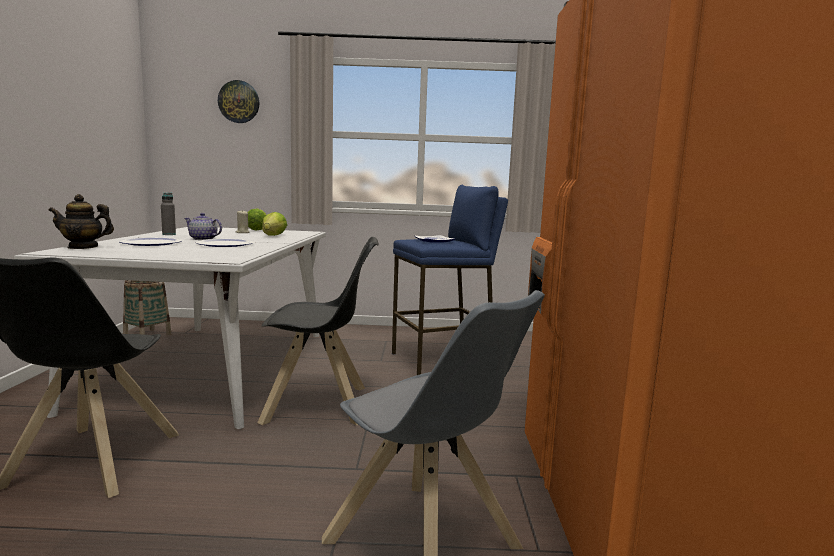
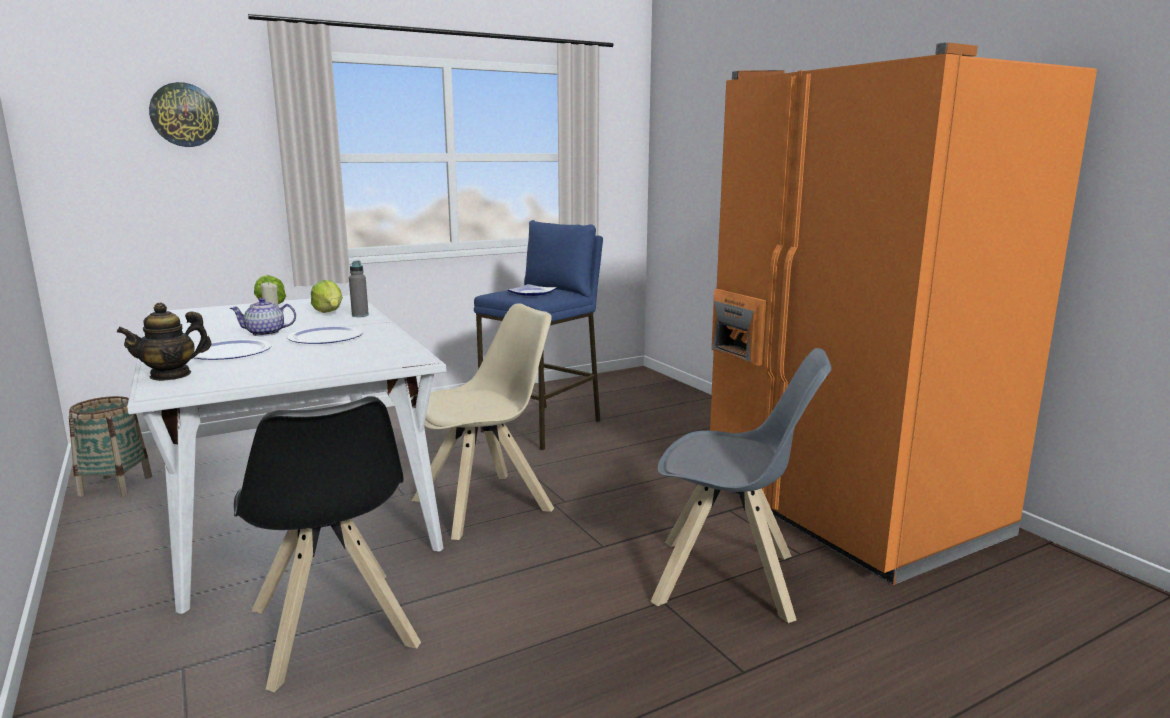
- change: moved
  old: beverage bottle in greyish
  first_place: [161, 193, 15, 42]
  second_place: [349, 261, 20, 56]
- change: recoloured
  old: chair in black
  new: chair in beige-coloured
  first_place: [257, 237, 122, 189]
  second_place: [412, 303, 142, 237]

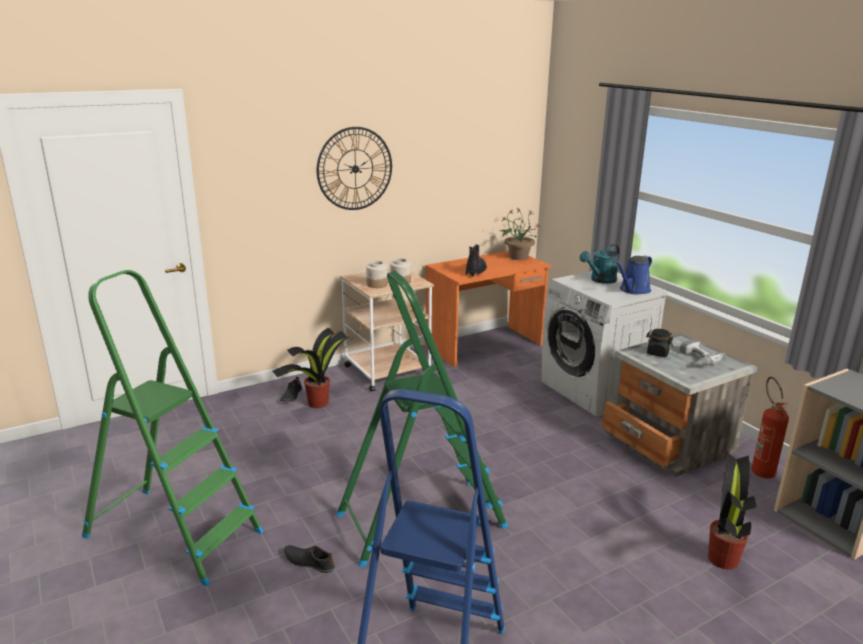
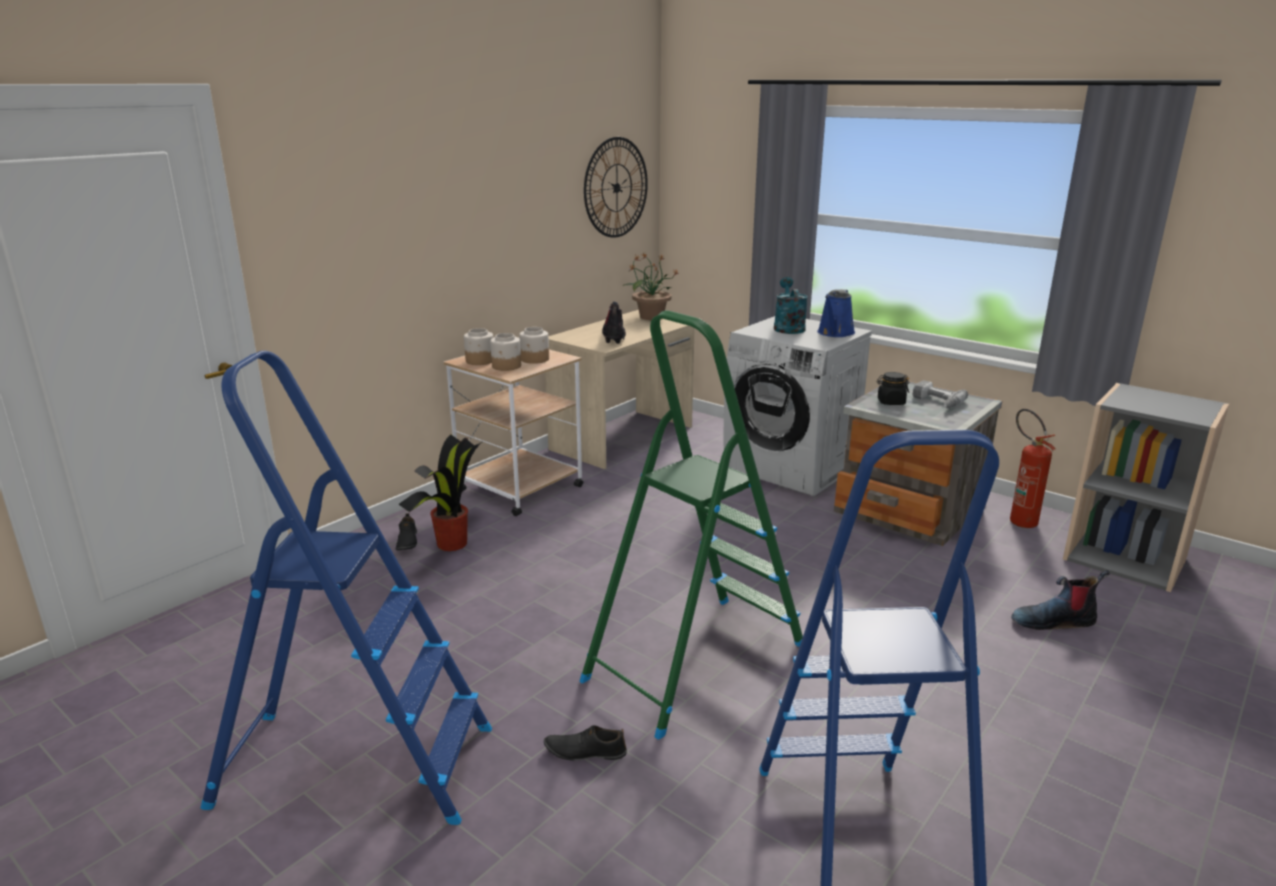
- change: added
  new: jar
  second_place: [464, 328, 29, 37]
- change: moved
  old: hanging clock
  first_place: [317, 127, 75, 83]
  second_place: [584, 137, 64, 101]
- change: replaced
  old: potted plant
  new: boot
  first_place: [708, 452, 48, 118]
  second_place: [1011, 570, 99, 60]
- change: recoloured
  old: stepladder in green
  new: stepladder in blue
  first_place: [82, 270, 181, 316]
  second_place: [201, 351, 291, 474]
- change: recoloured
  old: desk unit in orange
  new: desk unit in beige-coloured
  first_place: [425, 251, 126, 117]
  second_place: [545, 310, 150, 159]
- change: turned
  old: watering pot in blue-green
  first_place: [580, 244, 40, 40]
  second_place: [774, 277, 34, 57]
  degrees: 150

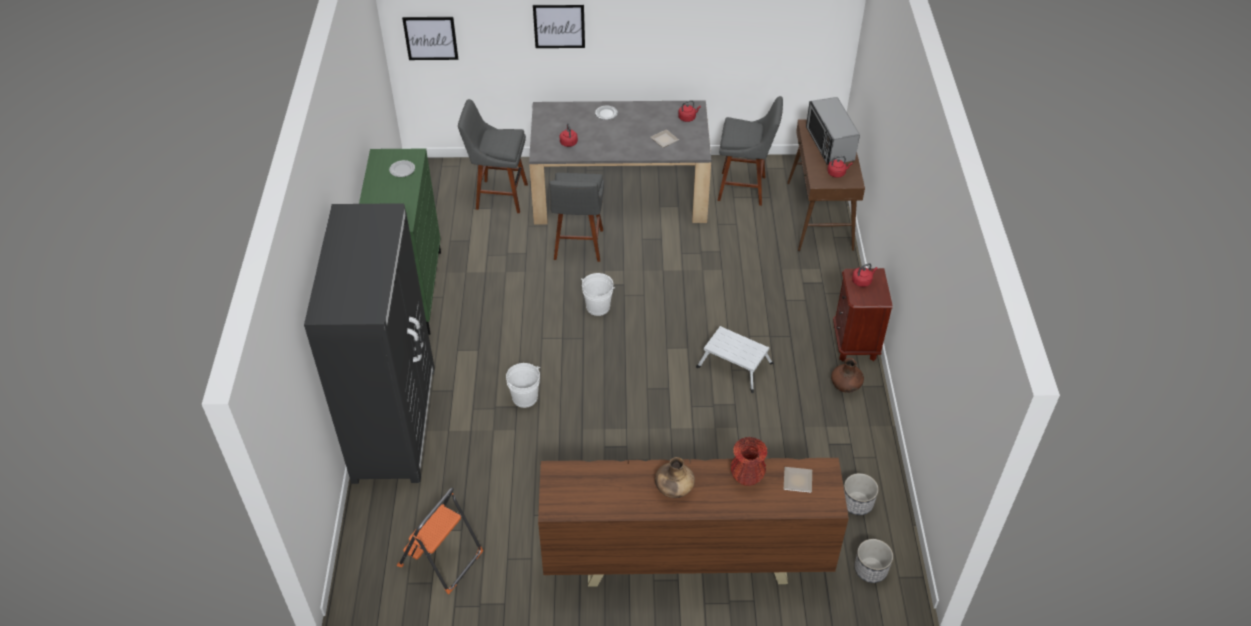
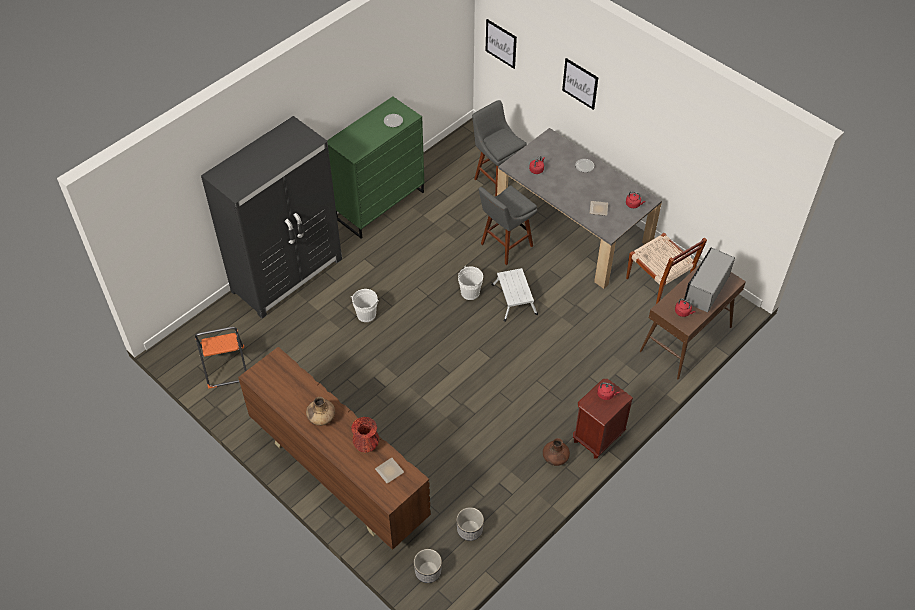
- change: moved
  old: stepladder in whitish
  first_place: [696, 326, 78, 67]
  second_place: [491, 268, 47, 54]
- change: replaced
  old: stool in greyish
  new: chair
  first_place: [718, 96, 65, 110]
  second_place: [626, 233, 81, 71]

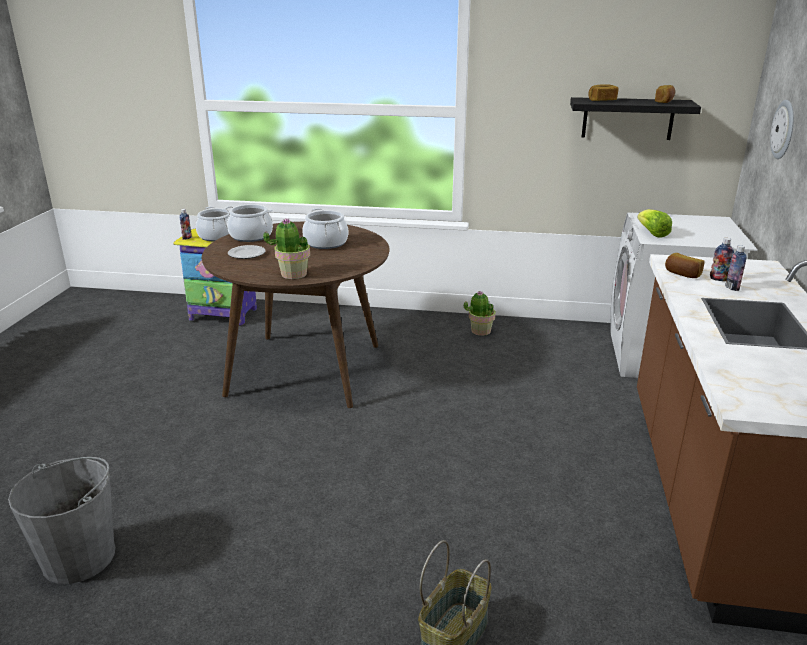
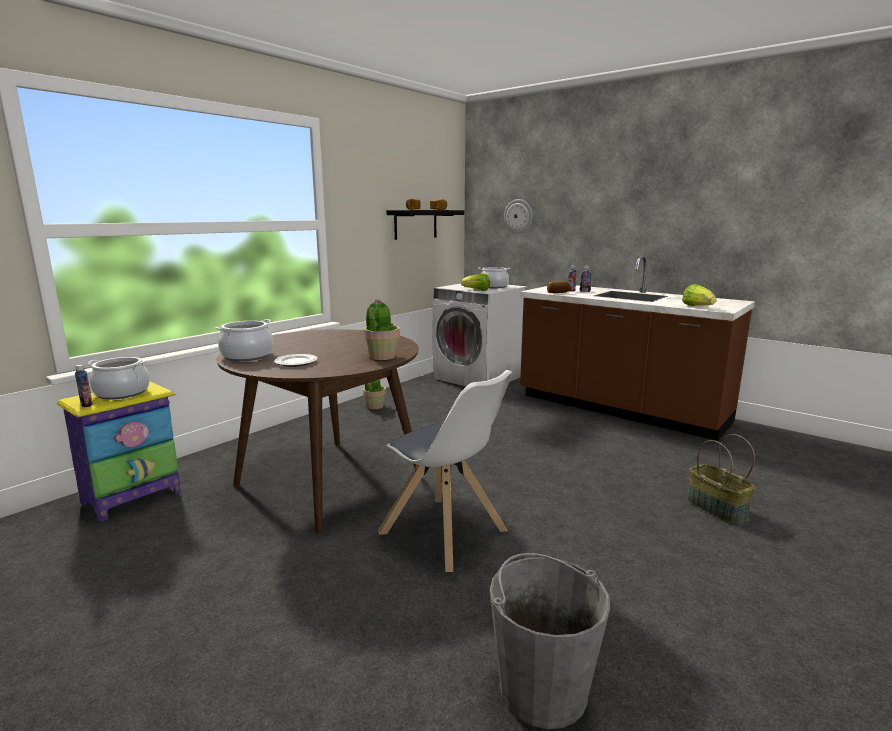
- change: added
  new: chair
  second_place: [378, 370, 134, 202]
- change: added
  new: lettuce head
  second_place: [682, 284, 34, 22]
- change: moved
  old: saucepot
  first_place: [302, 208, 46, 41]
  second_place: [478, 267, 33, 22]

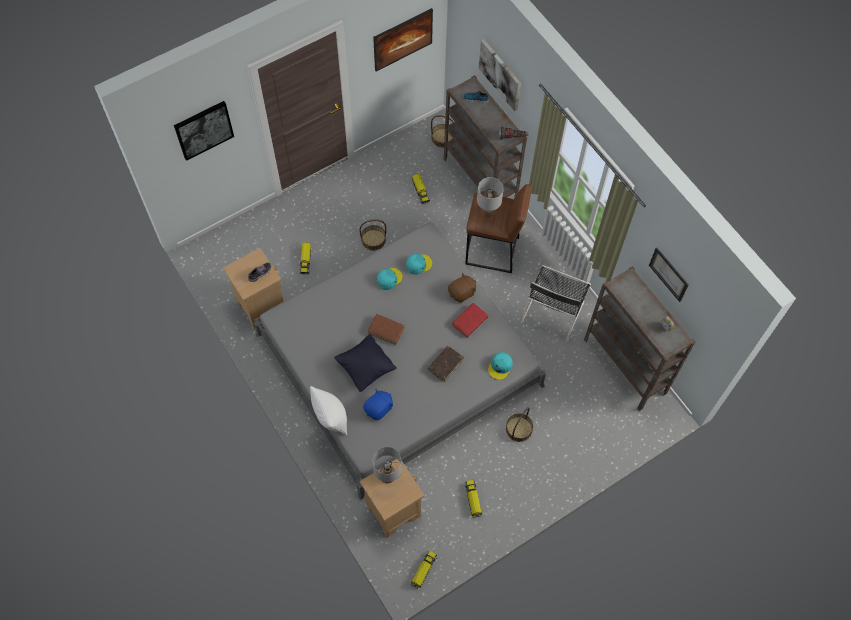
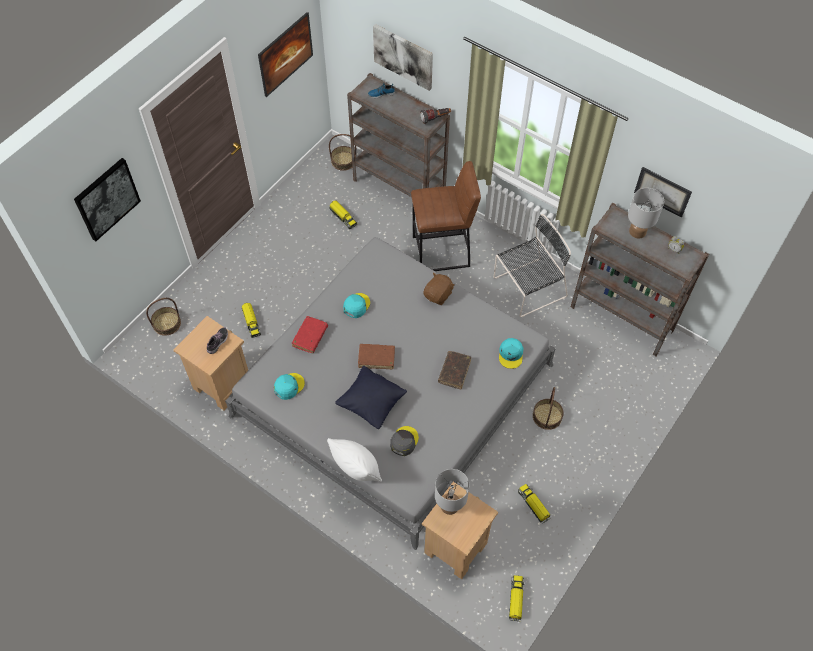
- change: moved
  old: basket
  first_place: [359, 220, 27, 31]
  second_place: [146, 298, 35, 38]
- change: moved
  old: cap in blue-green
  first_place: [406, 254, 26, 21]
  second_place: [274, 373, 31, 27]
- change: moved
  old: bound book in reddish
  first_place: [452, 303, 36, 34]
  second_place: [292, 316, 36, 38]
- change: moved
  old: tabletop lamp in greyish
  first_place: [477, 177, 27, 40]
  second_place: [628, 188, 36, 51]
- change: replaced
  old: plush toy in blue
  new: cap in greyish
  first_place: [363, 389, 30, 31]
  second_place: [390, 426, 29, 30]
- change: turned
  old: chair in black
  first_place: [521, 265, 70, 77]
  second_place: [494, 214, 77, 103]
  degrees: -120

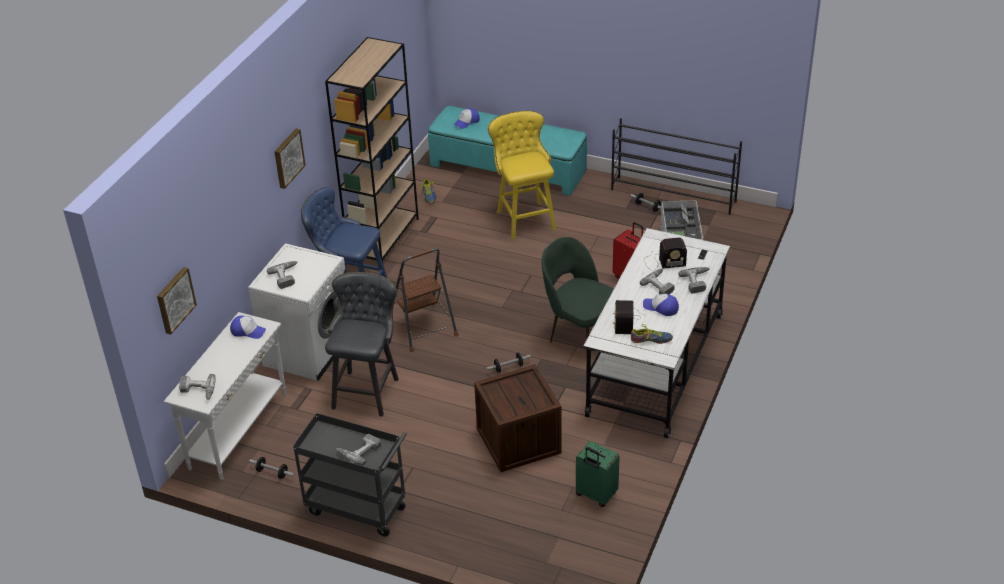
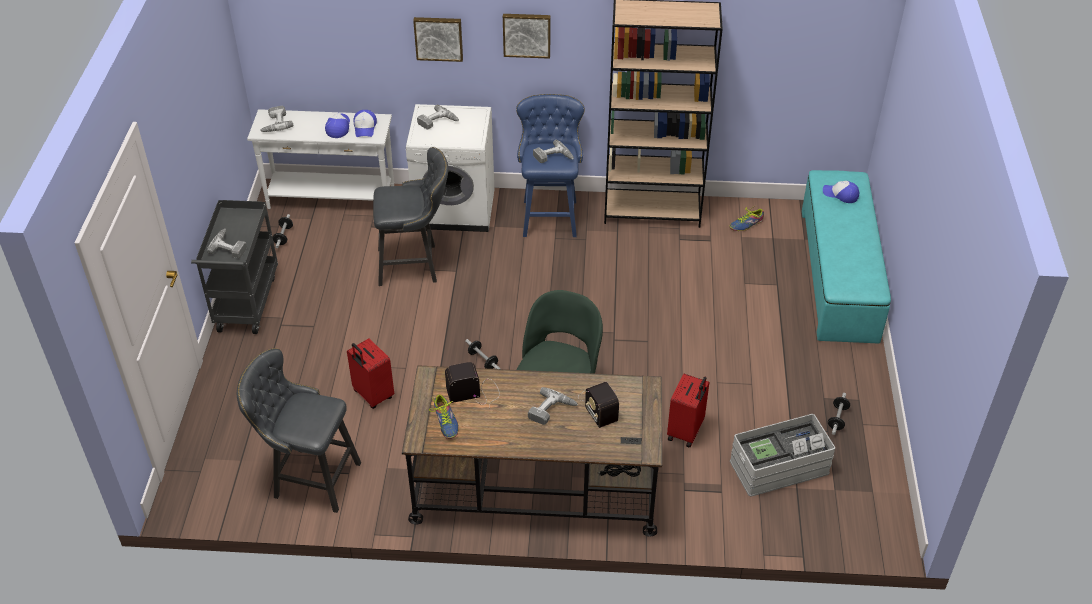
- change: removed
  old: stepladder in brown-coloured
  first_place: [393, 248, 66, 104]
- change: removed
  old: stool in yellow-coloured
  first_place: [488, 111, 68, 128]
- change: removed
  old: shoe rack in black
  first_place: [611, 118, 131, 97]
- change: moved
  old: wall picture
  first_place: [157, 267, 40, 68]
  second_place: [413, 17, 50, 45]
- change: moved
  old: cap
  first_place: [643, 294, 36, 22]
  second_place: [325, 113, 25, 25]
- change: moved
  old: electric drill
  first_place: [678, 267, 32, 26]
  second_place: [533, 140, 41, 23]
- change: replaced
  old: crate
  new: travel case in reddish
  first_place: [474, 364, 88, 108]
  second_place: [347, 338, 47, 71]
- change: replaced
  old: travel case in green
  new: stool in greyish
  first_place: [576, 441, 44, 66]
  second_place: [237, 348, 124, 165]
- change: recoloured
  old: desk unit in whitish
  new: desk unit in brown-coloured
  first_place: [583, 228, 147, 210]
  second_place: [402, 365, 260, 172]

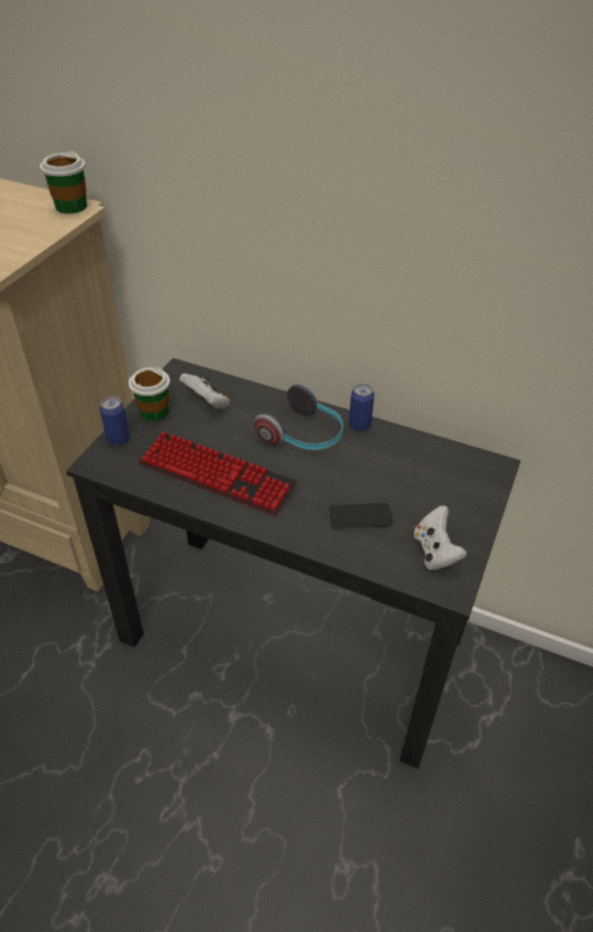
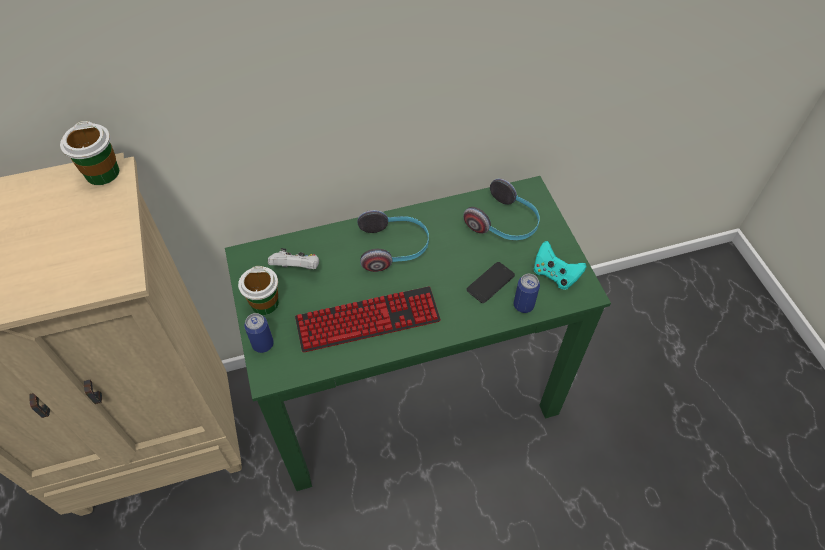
- change: added
  new: headphones
  second_place: [463, 178, 77, 62]
- change: moved
  old: can
  first_place: [349, 383, 25, 49]
  second_place: [514, 274, 26, 39]
- change: recoloured
  old: desk unit in black
  new: desk unit in green
  first_place: [66, 358, 455, 411]
  second_place: [225, 176, 386, 315]
- change: recoloured
  old: joypad in whitish
  new: joypad in blue-green
  first_place: [414, 506, 53, 64]
  second_place: [534, 241, 52, 49]

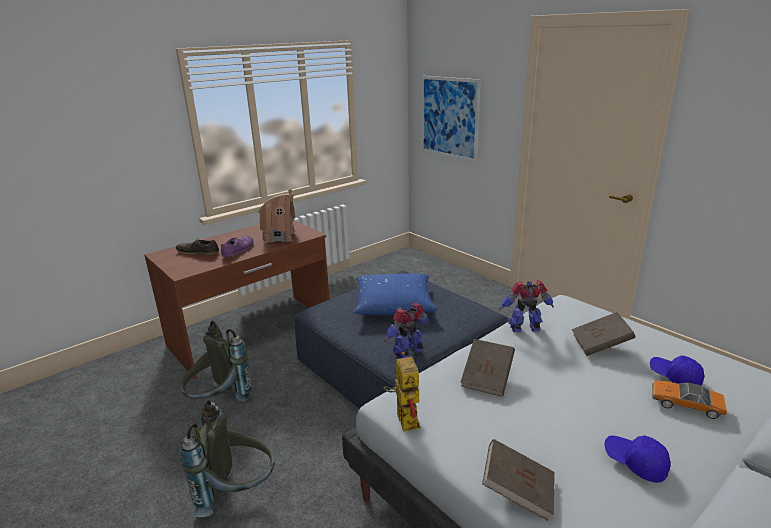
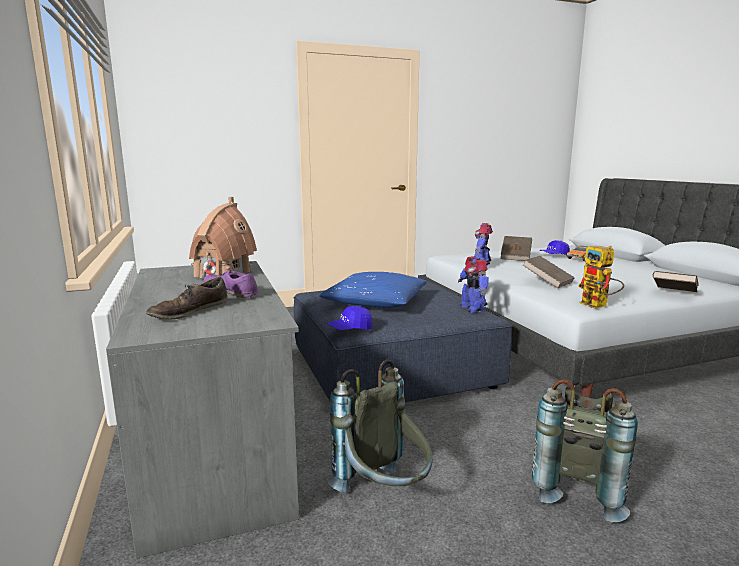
- change: removed
  old: wall picture
  first_place: [421, 76, 60, 86]
- change: moved
  old: cap in blue
  first_place: [605, 435, 66, 48]
  second_place: [327, 306, 46, 24]
- change: recoloured
  old: desk unit in brown-coloured
  new: desk unit in greyish
  first_place: [144, 220, 186, 159]
  second_place: [106, 261, 193, 298]
- change: turned
  old: model robot
  first_place: [383, 352, 37, 80]
  second_place: [578, 246, 46, 63]
  degrees: -120

